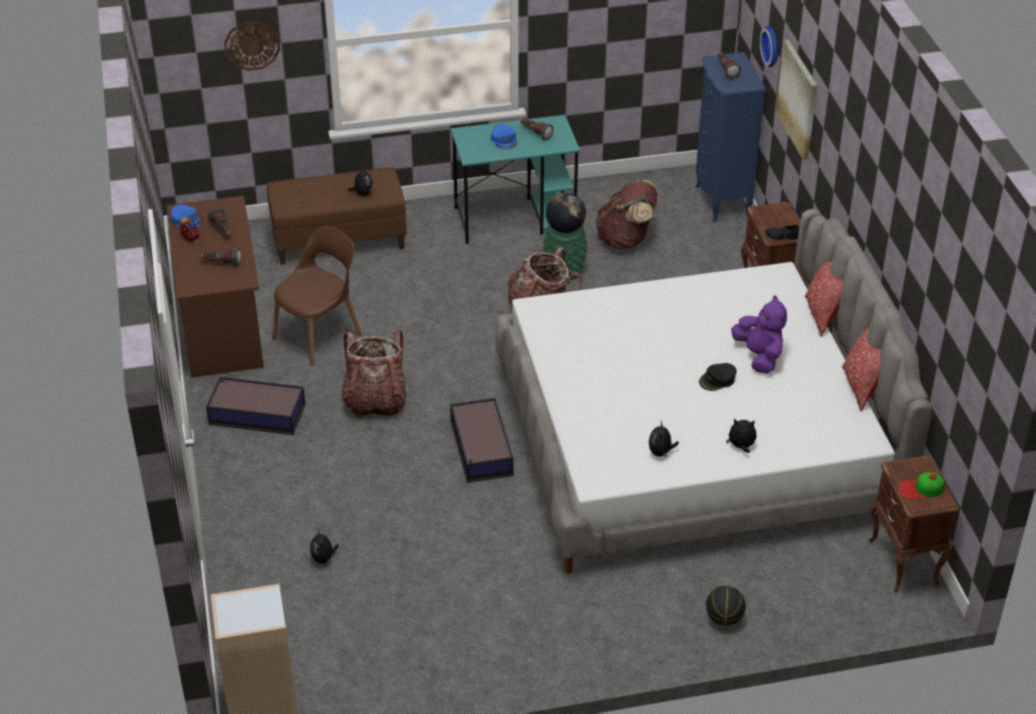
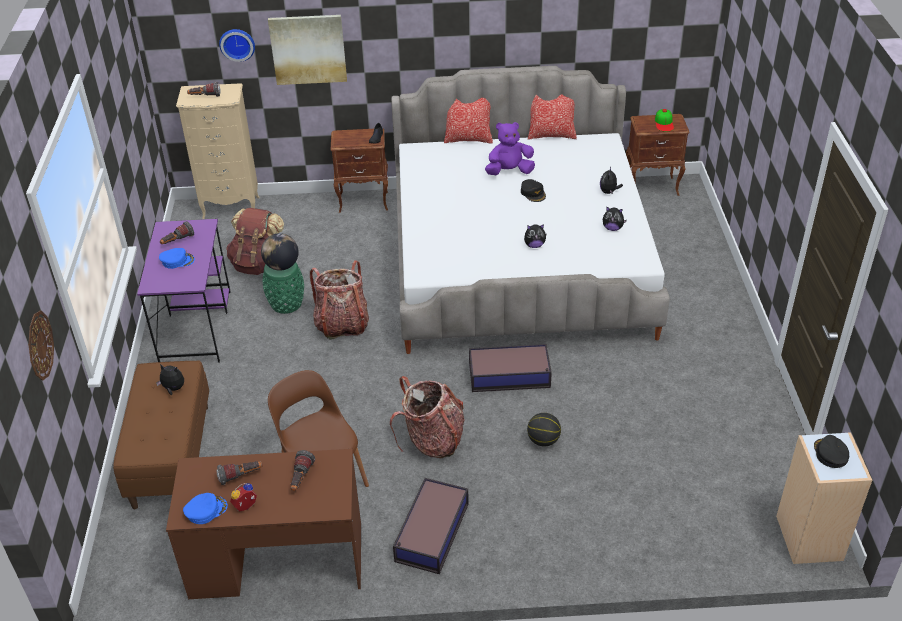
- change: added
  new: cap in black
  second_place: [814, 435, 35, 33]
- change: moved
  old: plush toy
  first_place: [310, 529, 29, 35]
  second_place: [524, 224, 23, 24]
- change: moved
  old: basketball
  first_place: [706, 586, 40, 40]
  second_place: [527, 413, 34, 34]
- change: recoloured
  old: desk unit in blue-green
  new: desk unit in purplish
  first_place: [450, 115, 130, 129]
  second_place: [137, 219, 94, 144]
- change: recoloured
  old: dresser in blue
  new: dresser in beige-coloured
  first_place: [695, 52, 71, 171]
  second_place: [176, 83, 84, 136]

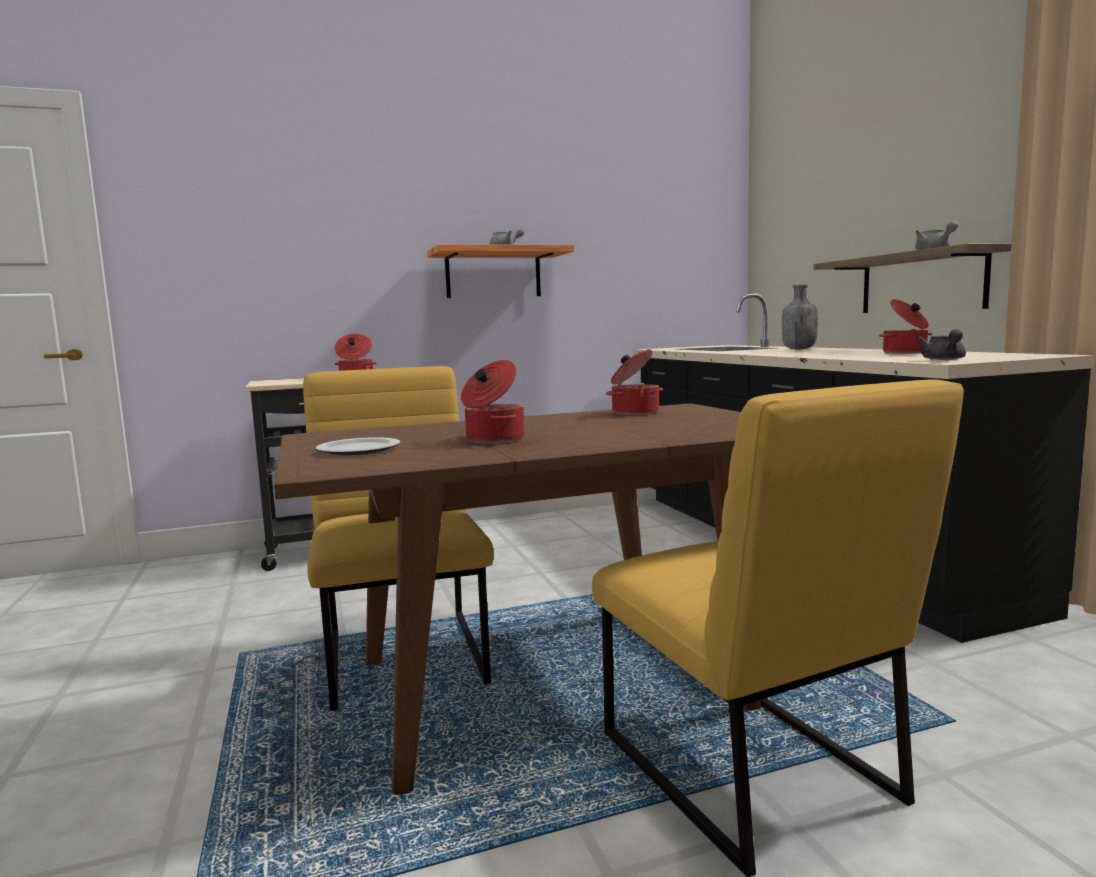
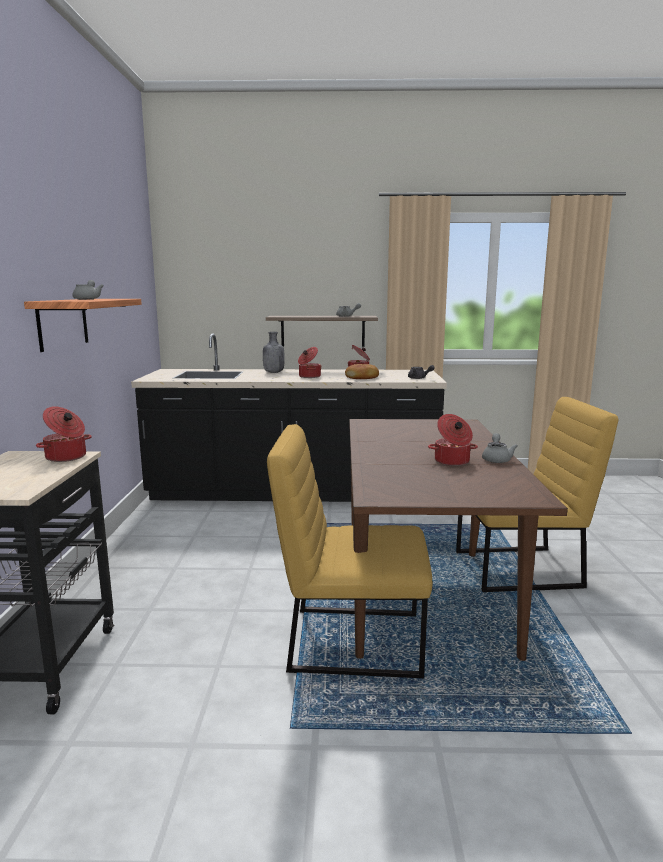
- change: removed
  old: dinner plate
  first_place: [316, 437, 85, 18]
- change: added
  new: bread
  second_place: [345, 364, 34, 15]
- change: added
  new: tea pot in greyish
  second_place: [482, 433, 36, 30]
- change: moved
  old: saucepot
  first_place: [606, 349, 57, 66]
  second_place: [298, 347, 24, 31]

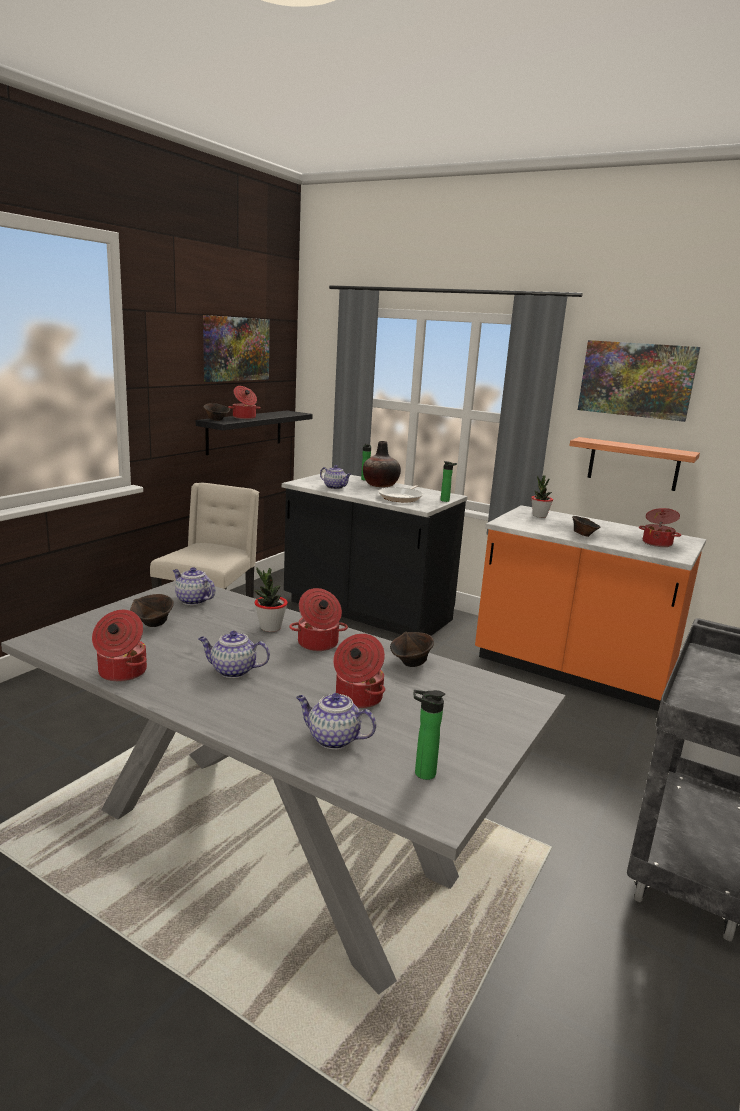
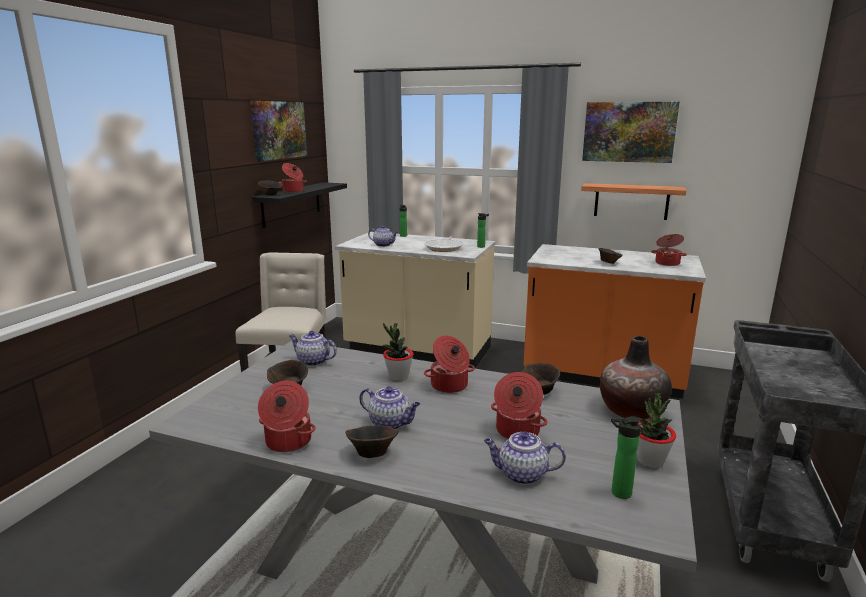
- change: added
  new: deep dish in brown-coloured
  second_place: [345, 425, 54, 33]
- change: moved
  old: vase
  first_place: [363, 441, 38, 46]
  second_place: [600, 336, 72, 83]
- change: moved
  old: potted plant
  first_place: [531, 476, 22, 42]
  second_place: [637, 393, 39, 75]
- change: recoloured
  old: counter in black
  new: counter in beige-coloured
  first_place: [282, 473, 186, 163]
  second_place: [335, 232, 161, 136]
- change: turned
  old: tea pot
  first_place: [198, 631, 72, 47]
  second_place: [359, 386, 61, 44]
  degrees: -150

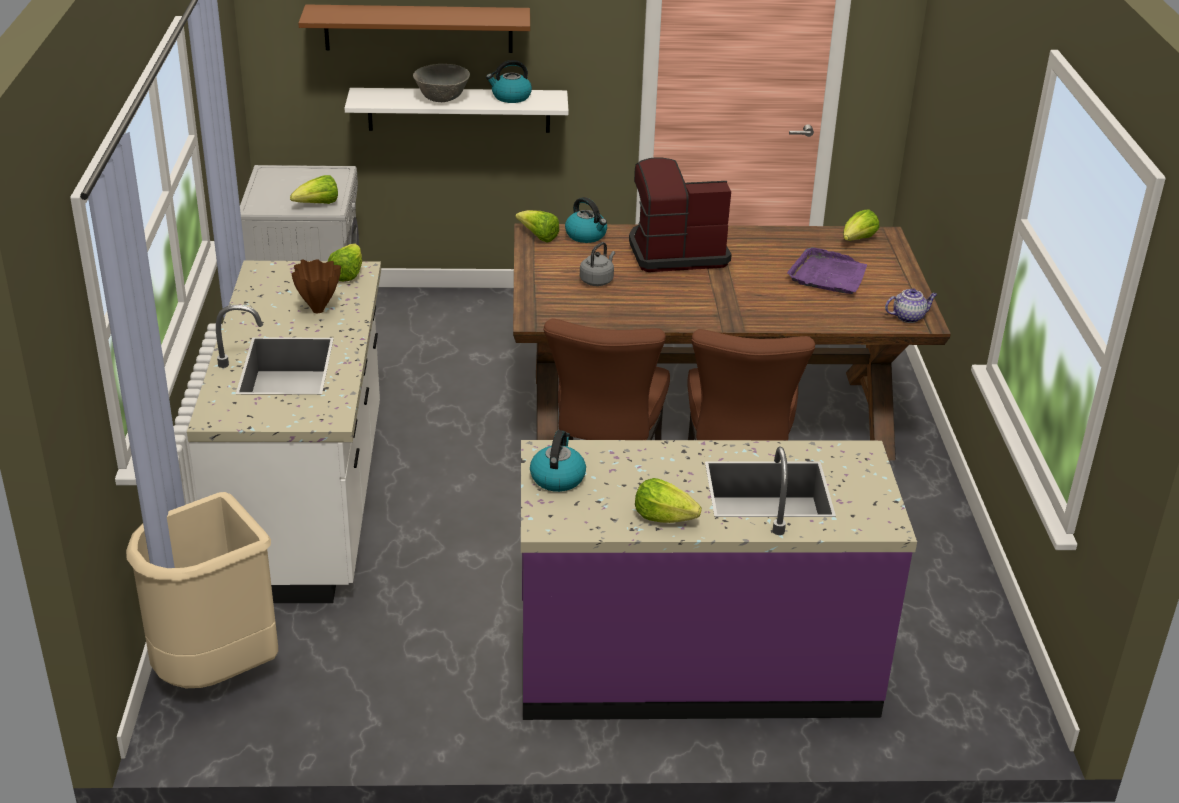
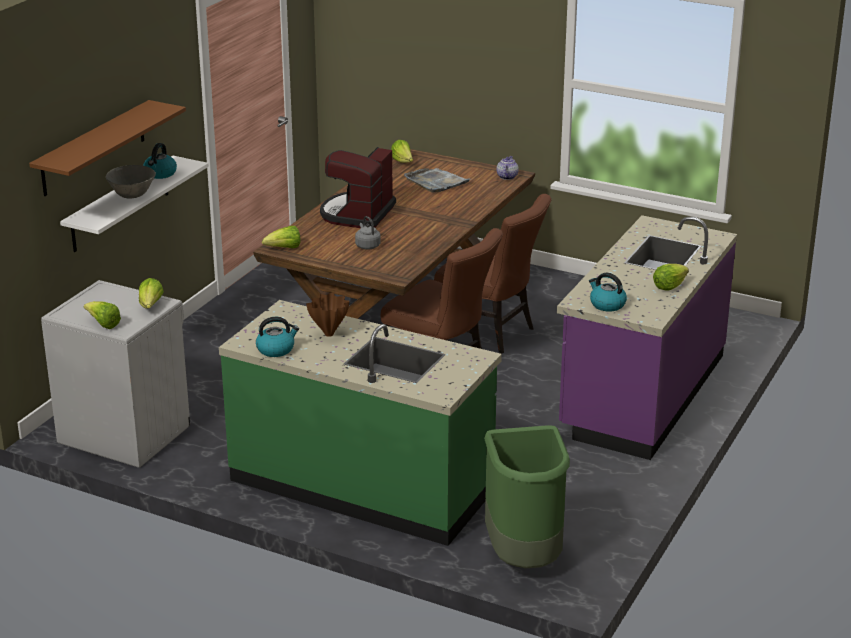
- change: moved
  old: lettuce head
  first_place: [328, 244, 34, 38]
  second_place: [84, 301, 37, 28]
- change: moved
  old: tea kettle
  first_place: [565, 197, 42, 46]
  second_place: [256, 317, 43, 40]
- change: recoloured
  old: waste bin in beige-coloured
  new: waste bin in green
  first_place: [126, 492, 152, 196]
  second_place: [484, 425, 86, 143]
- change: recoloured
  old: counter in whitish
  new: counter in green
  first_place: [187, 261, 194, 342]
  second_place: [219, 300, 283, 246]
- change: recoloured
  old: tray in purplish
  new: tray in greyish
  first_place: [787, 247, 80, 47]
  second_place: [404, 168, 66, 25]

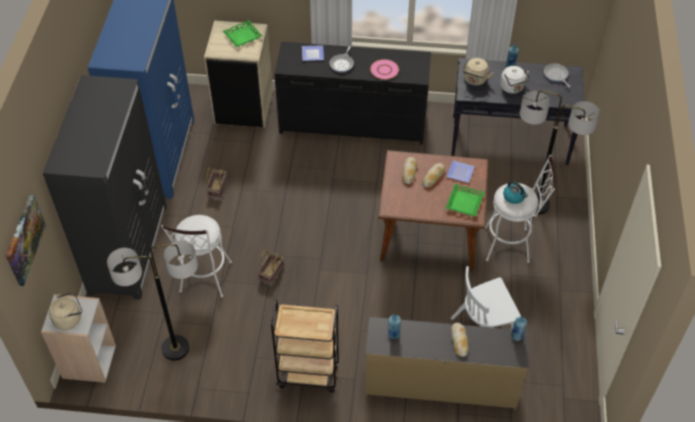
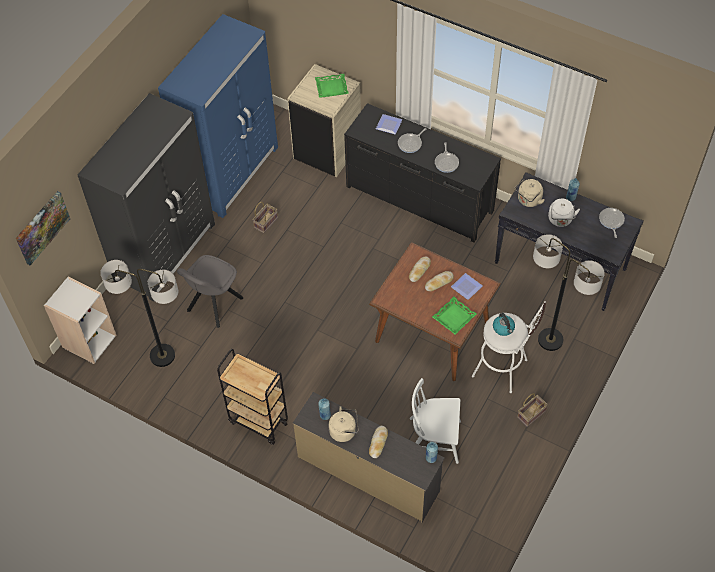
- change: moved
  old: tea kettle in beige-coloured
  first_place: [49, 292, 33, 38]
  second_place: [328, 406, 30, 36]
- change: moved
  old: basket
  first_place: [257, 250, 26, 35]
  second_place: [517, 393, 31, 34]
- change: replaced
  old: stool in whitish
  new: chair in greyish
  first_place: [161, 215, 71, 82]
  second_place: [177, 255, 66, 73]
- change: replaced
  old: dinner plate in pink
  new: skillet
  first_place: [370, 59, 29, 21]
  second_place: [435, 142, 24, 31]

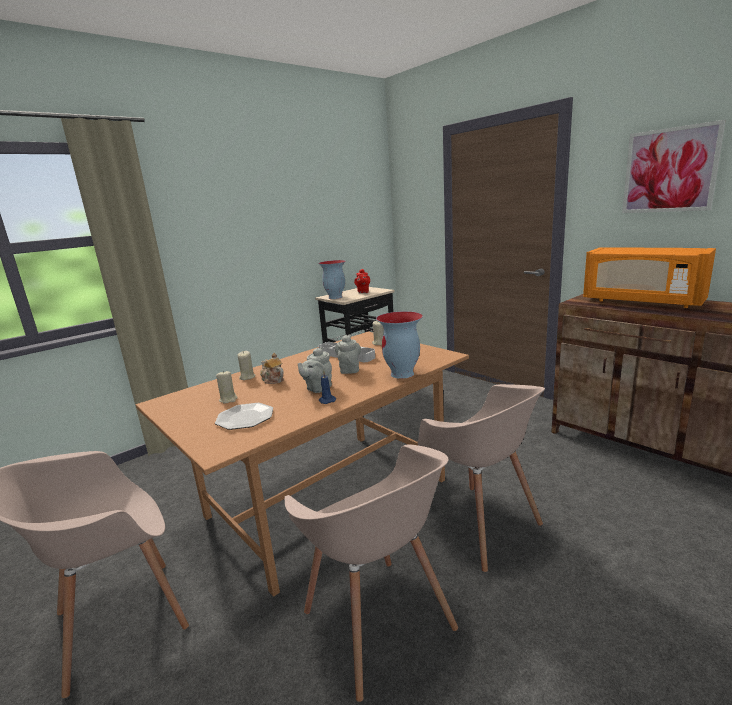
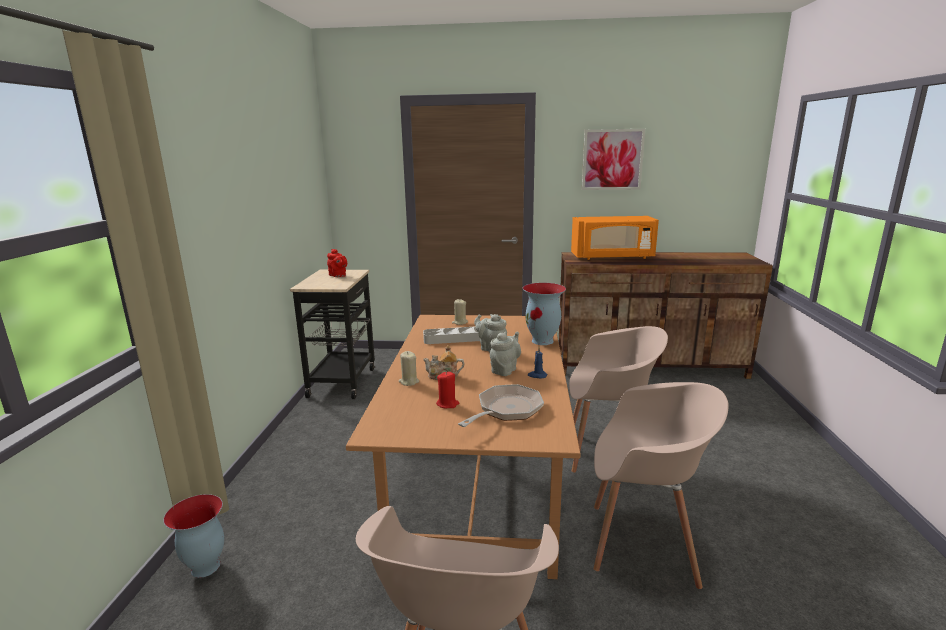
- change: moved
  old: vase
  first_place: [318, 260, 28, 39]
  second_place: [163, 494, 61, 84]
- change: replaced
  old: dinner plate
  new: skillet
  first_place: [215, 403, 58, 27]
  second_place: [458, 384, 86, 43]
- change: recoloured
  old: wax light in beige-coloured
  new: wax light in reddish
  first_place: [216, 371, 22, 33]
  second_place: [436, 371, 23, 37]
- change: turned
  old: tea pot in greyish
  first_place: [298, 347, 34, 46]
  second_place: [490, 332, 31, 44]
  degrees: -135

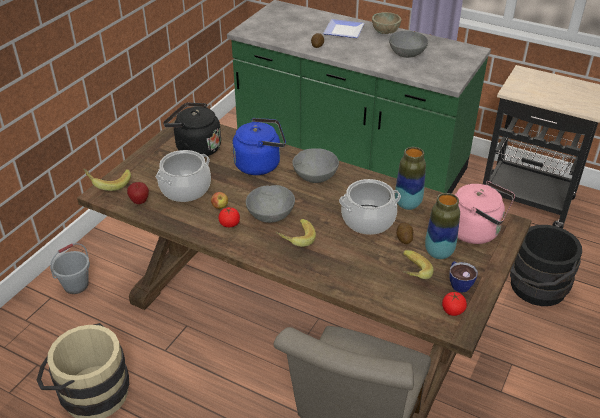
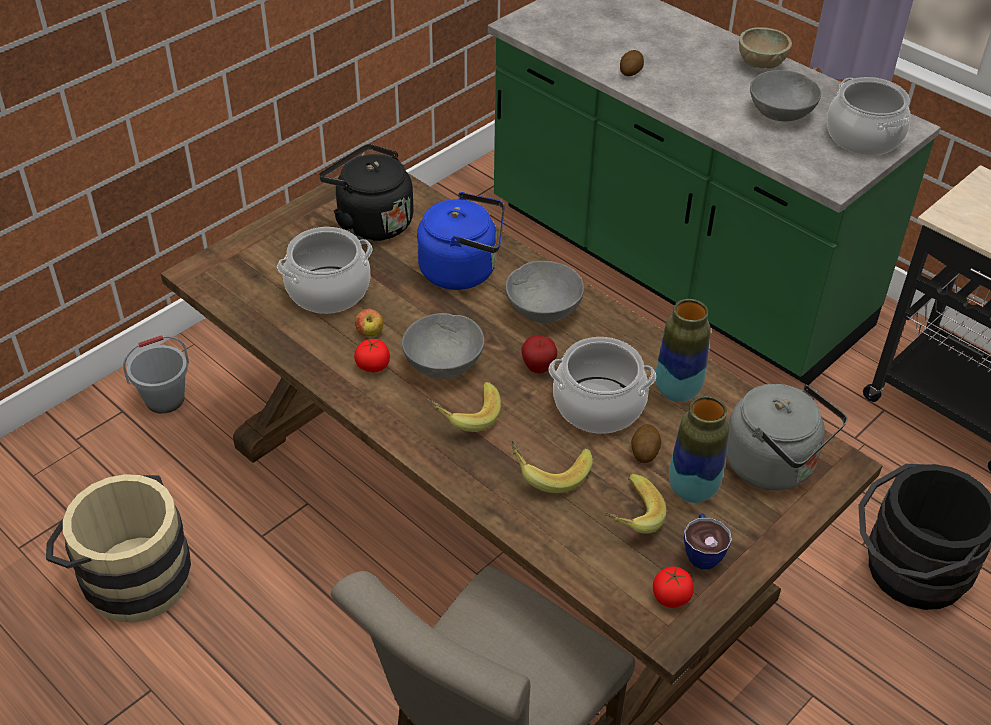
- change: removed
  old: dinner plate
  first_place: [323, 19, 42, 19]
- change: added
  new: saucepot
  second_place: [827, 77, 83, 78]
- change: moved
  old: banana fruit
  first_place: [83, 169, 48, 22]
  second_place: [510, 441, 83, 52]
- change: moved
  old: apple
  first_place: [127, 182, 22, 22]
  second_place: [521, 335, 36, 38]
- change: recoloured
  old: tea kettle in pink
  new: tea kettle in greyish
  first_place: [455, 181, 60, 63]
  second_place: [726, 384, 121, 106]

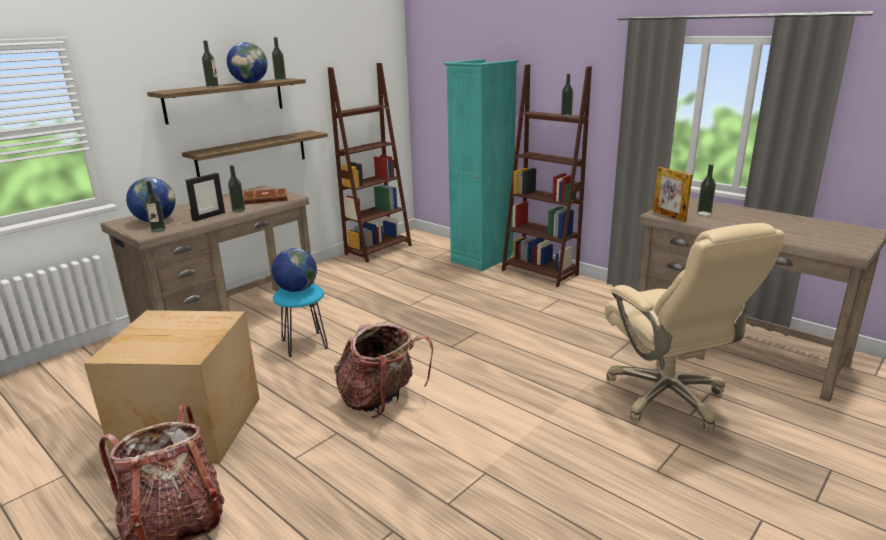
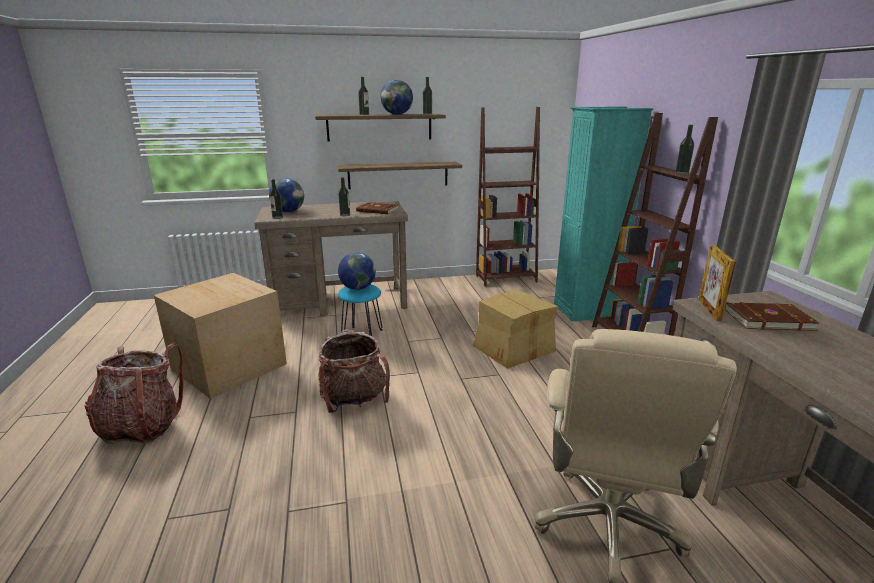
- change: removed
  old: photo frame
  first_place: [186, 173, 39, 48]
- change: added
  new: cardboard box
  second_place: [473, 289, 86, 80]
- change: replaced
  old: beverage bottle
  new: bound book in brown-coloured
  first_place: [697, 164, 19, 52]
  second_place: [724, 302, 95, 29]

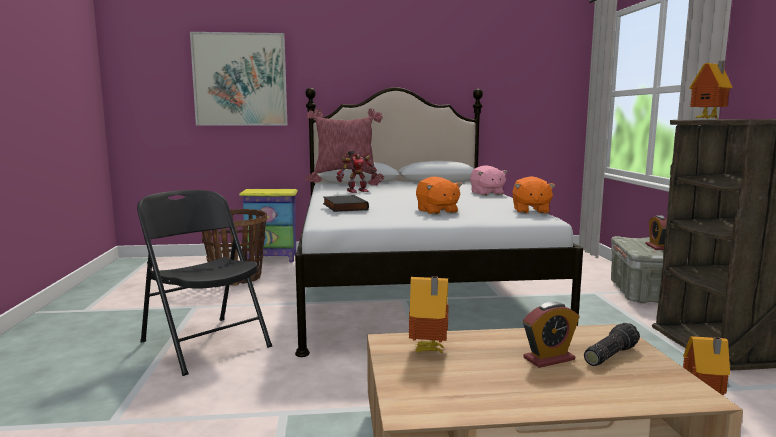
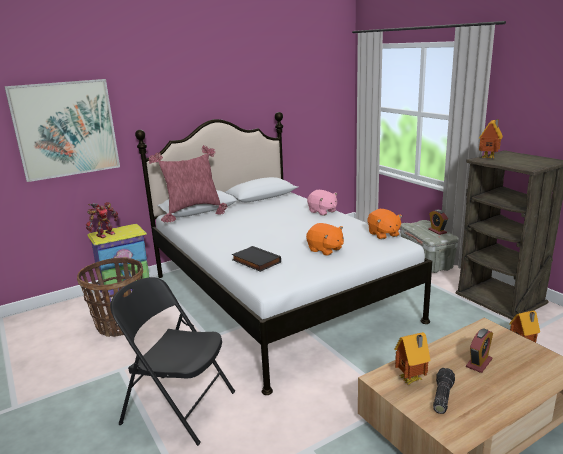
- change: moved
  old: model robot
  first_place: [337, 151, 40, 42]
  second_place: [86, 202, 32, 36]
- change: moved
  old: torch
  first_place: [584, 323, 56, 43]
  second_place: [433, 368, 22, 46]

